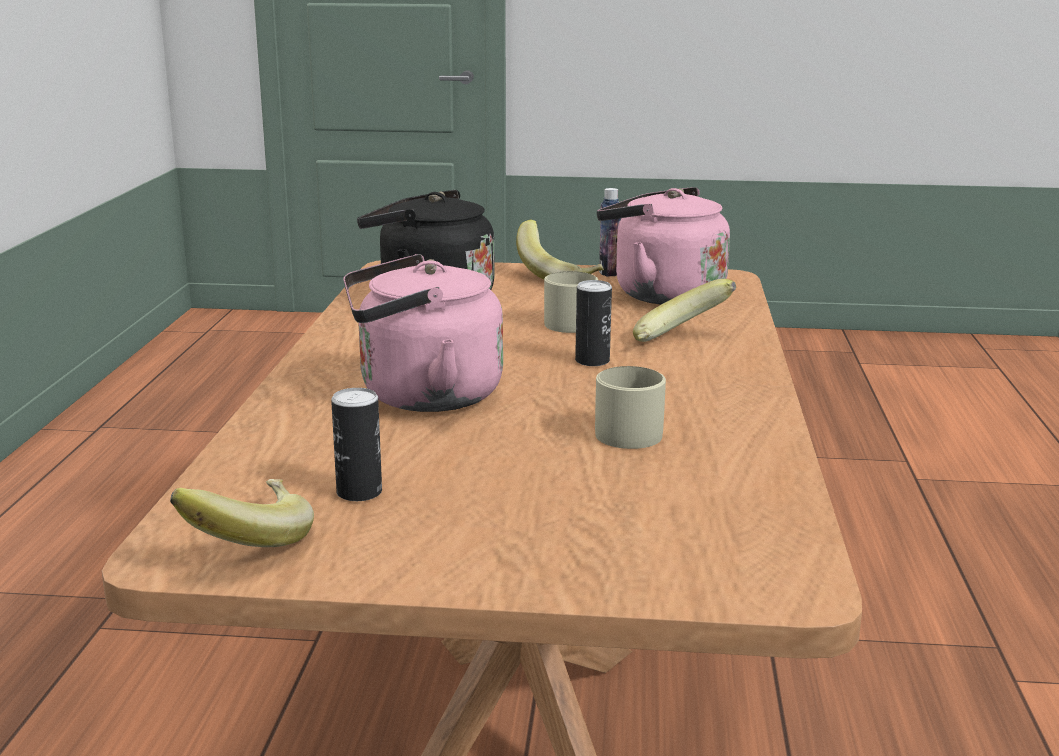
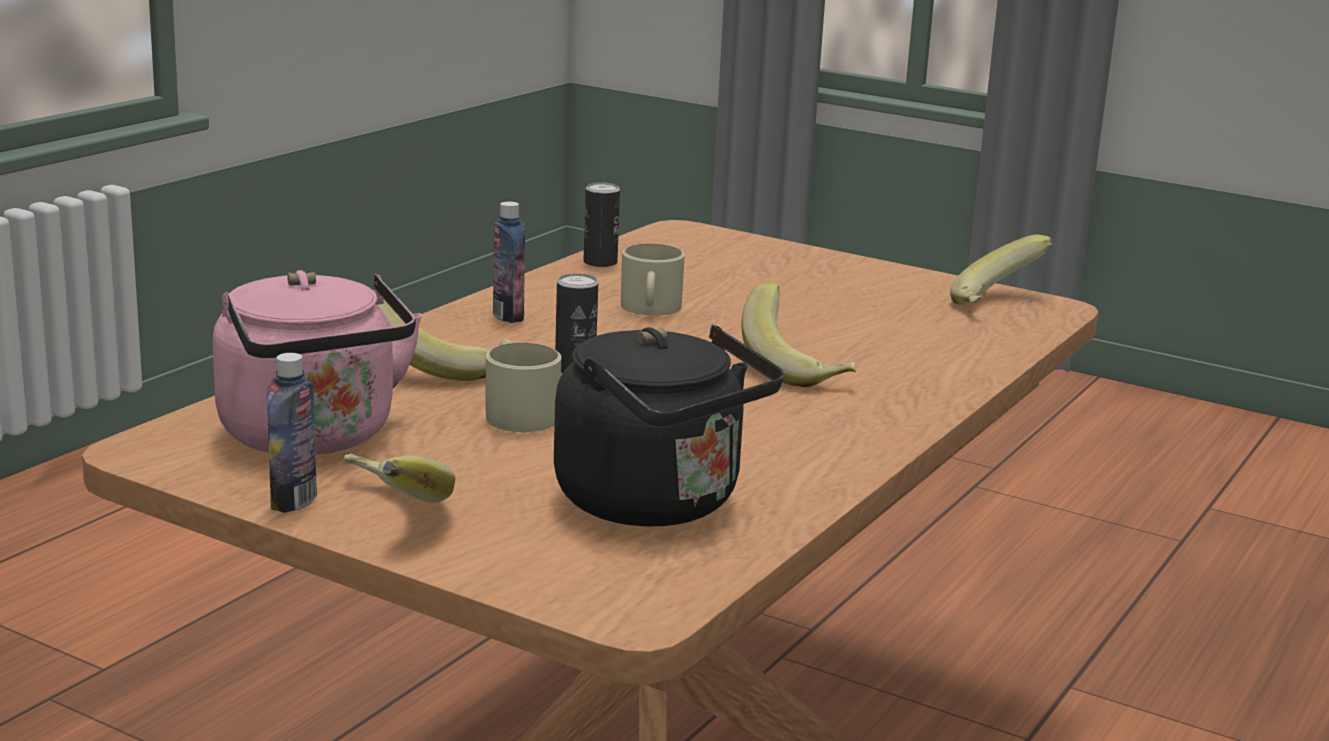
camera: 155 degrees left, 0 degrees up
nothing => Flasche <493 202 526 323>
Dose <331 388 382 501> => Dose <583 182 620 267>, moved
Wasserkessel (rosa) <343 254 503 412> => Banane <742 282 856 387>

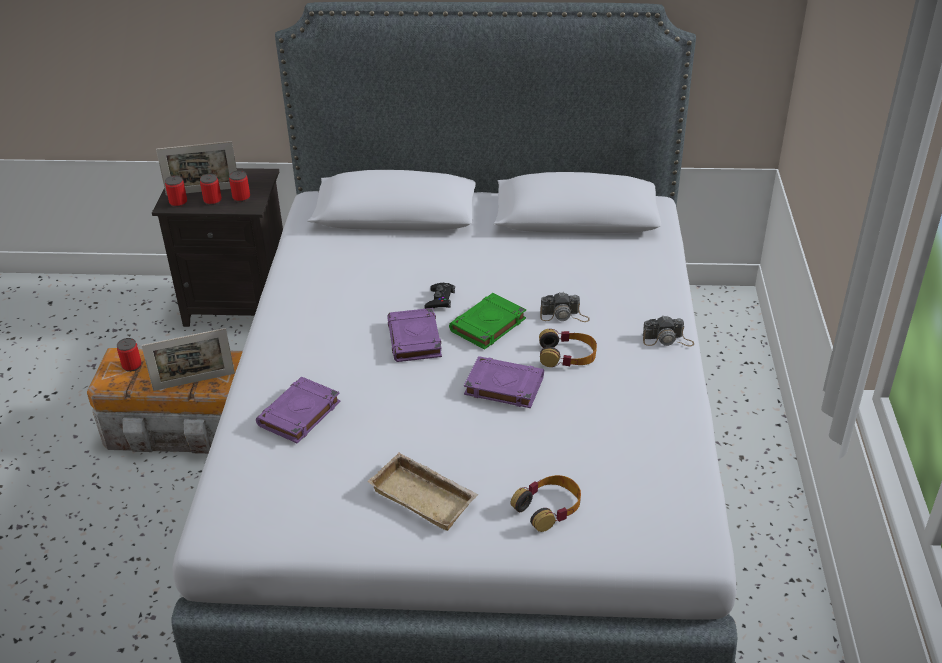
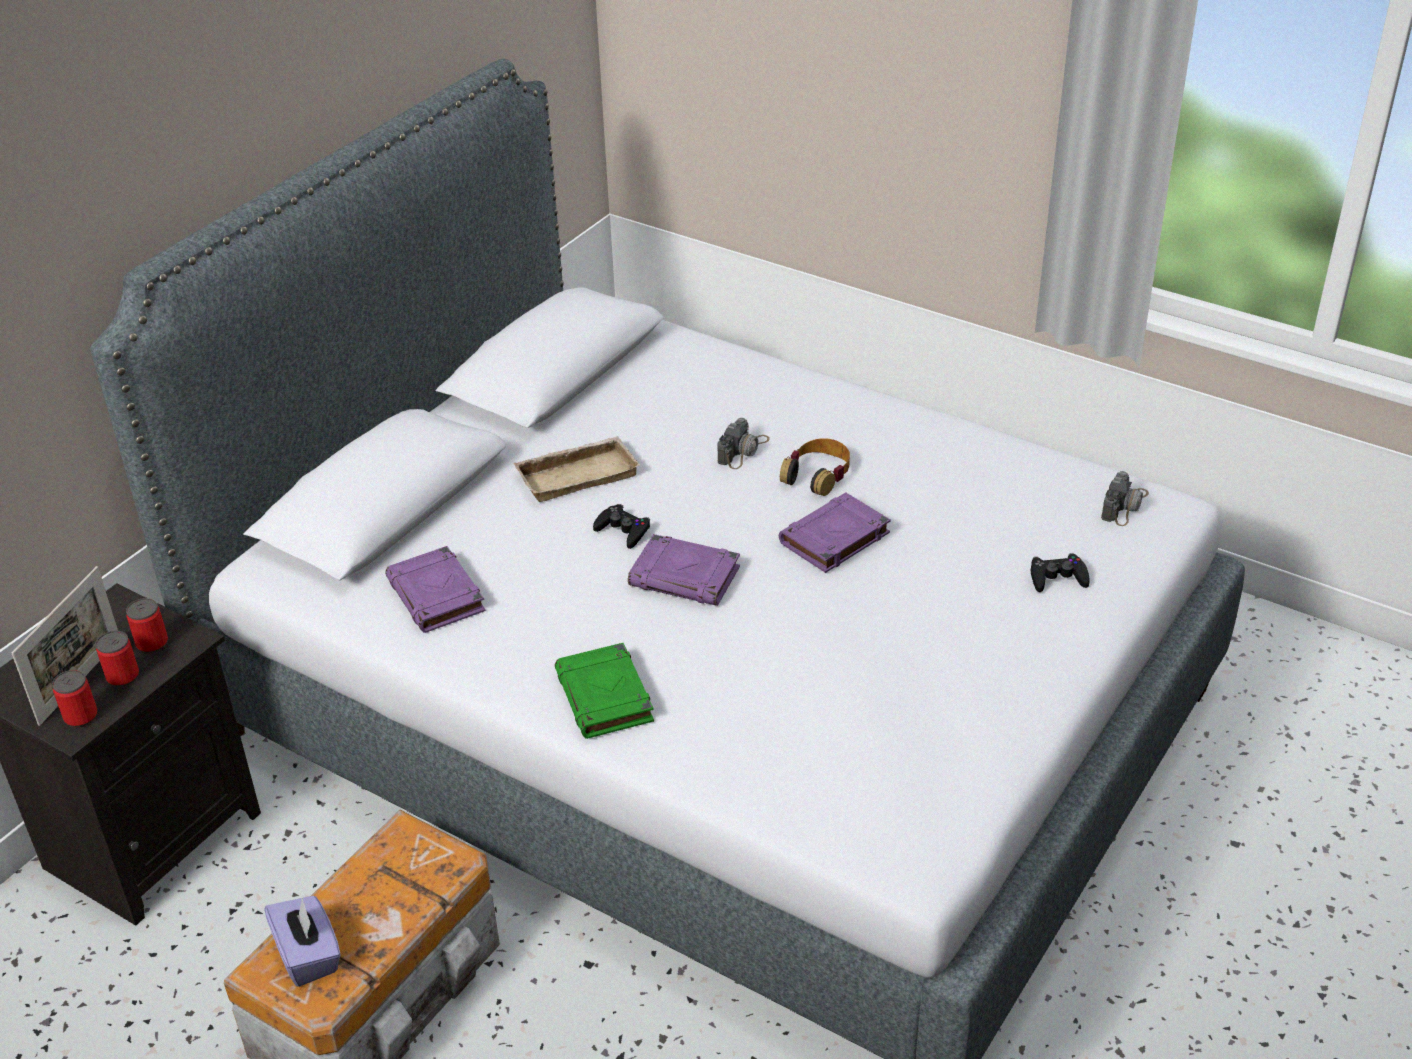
camera: 60 degrees left, 0 degrees up
Bilderrahmen <141 328 235 391> => nothing
Buch (lila) <256 377 340 444> => Buch (lila) <385 546 486 633>, moved
Tablett (beige) <367 453 478 531> => Tablett (beige) <513 436 640 502>, moved
Buch (grün) <449 293 526 350> => Buch (grün) <555 643 654 739>, moved
Kamera <643 315 694 347> => Kamera <1101 471 1149 526>, moved
Dose <117 338 142 372> => Taschentuchbox (lila) <264 896 341 987>
Kopfhörer <511 475 581 532> => Gamepad (schwarz) <1031 553 1090 592>

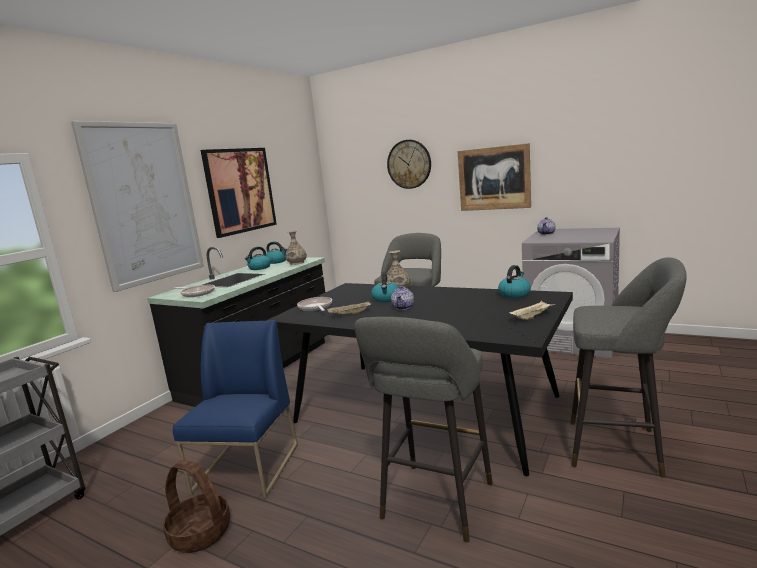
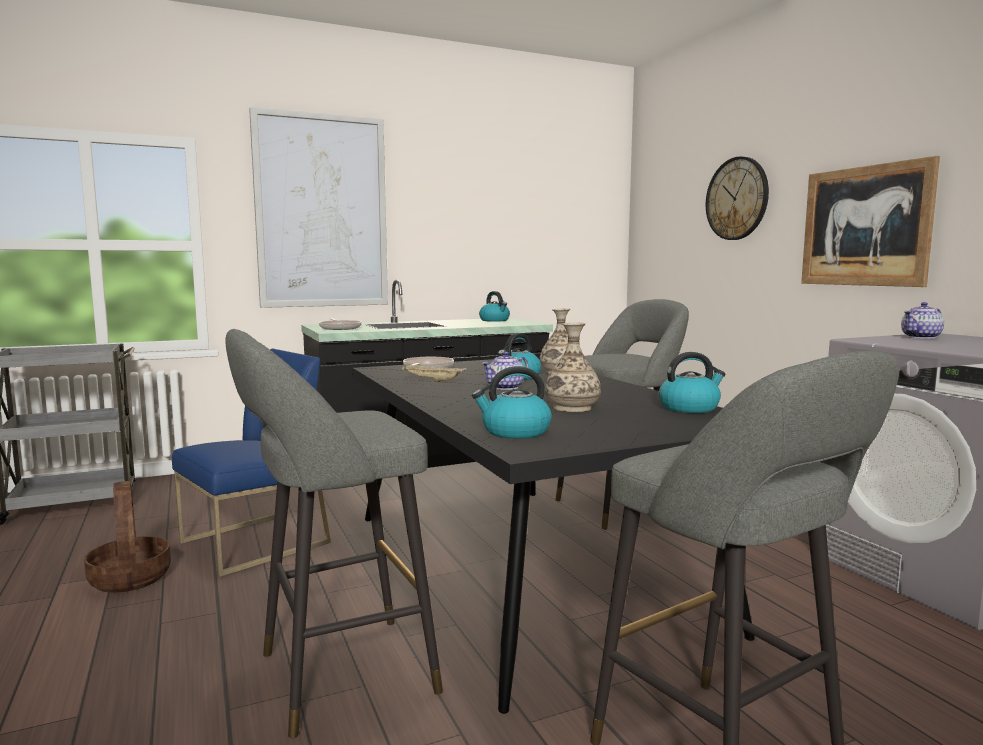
camera: 35 degrees right, 5 degrees down
Bild <201 148 277 238> => nothing
Tablett (beige) <509 301 555 320> => nothing
Wasserkessel <245 247 271 270> => Wasserkessel <472 366 552 439>, moved
Vase <285 231 307 265> => Vase <545 323 601 412>, moved

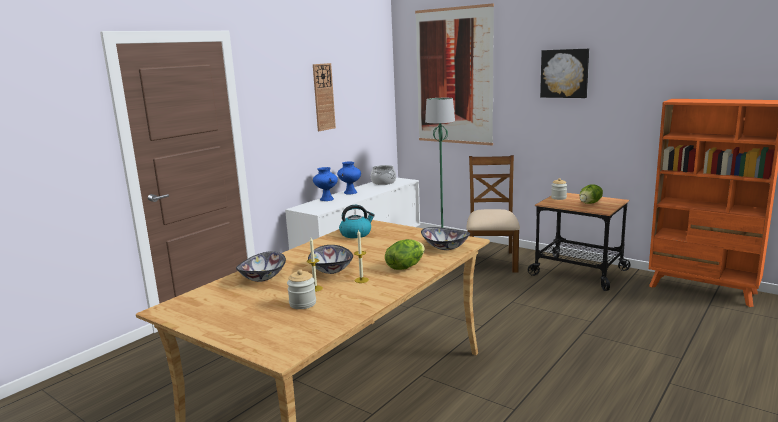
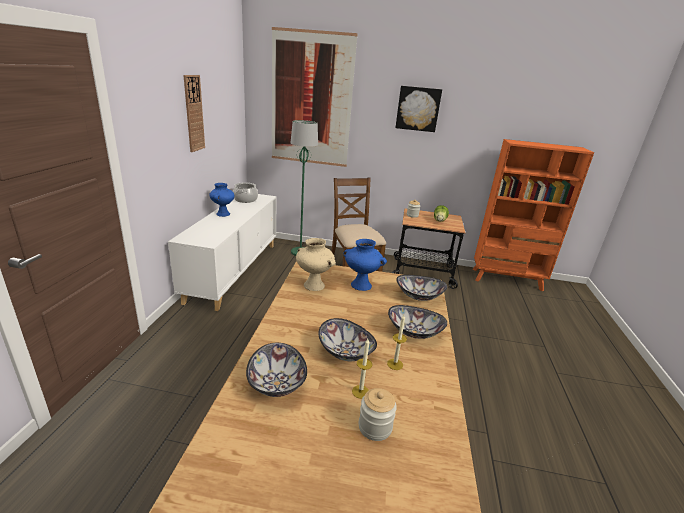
camera: 30 degrees left, 10 degrees up
Vase (blau) <313 167 338 201> => Vase (blau) <343 239 387 291>, moved
Wasserkessel <339 205 375 238> => Vase (beige) <296 238 336 291>
Salatkopf <385 239 425 270> => Schüssel <388 305 447 339>

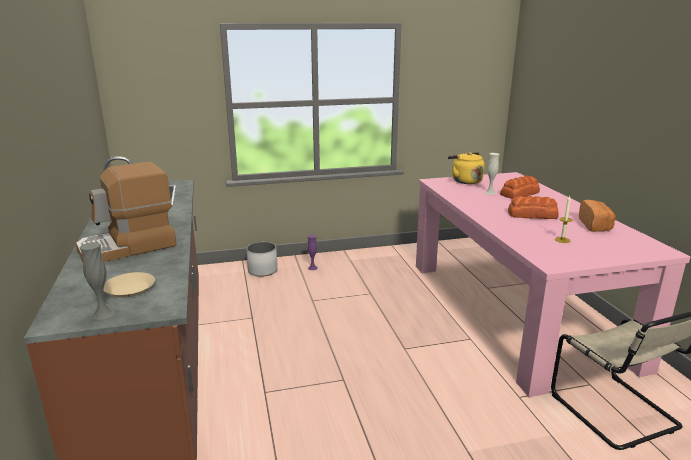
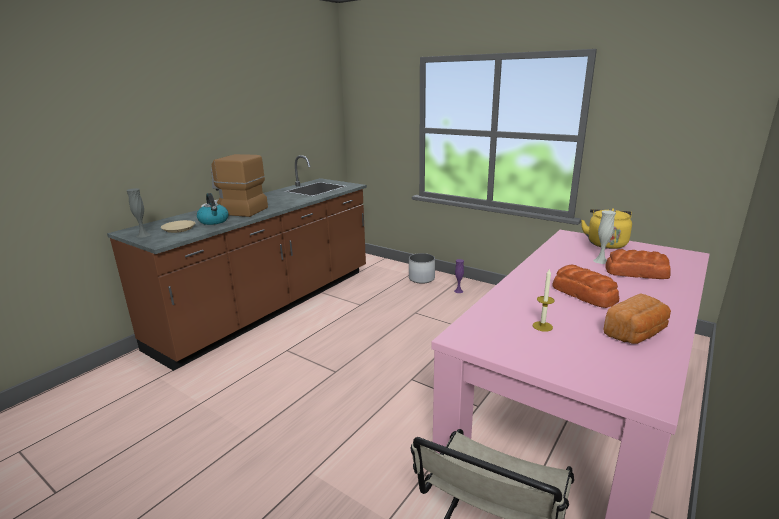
camera: 50 degrees right, 0 degrees up
nothing => Wasserkessel <197 193 229 225>

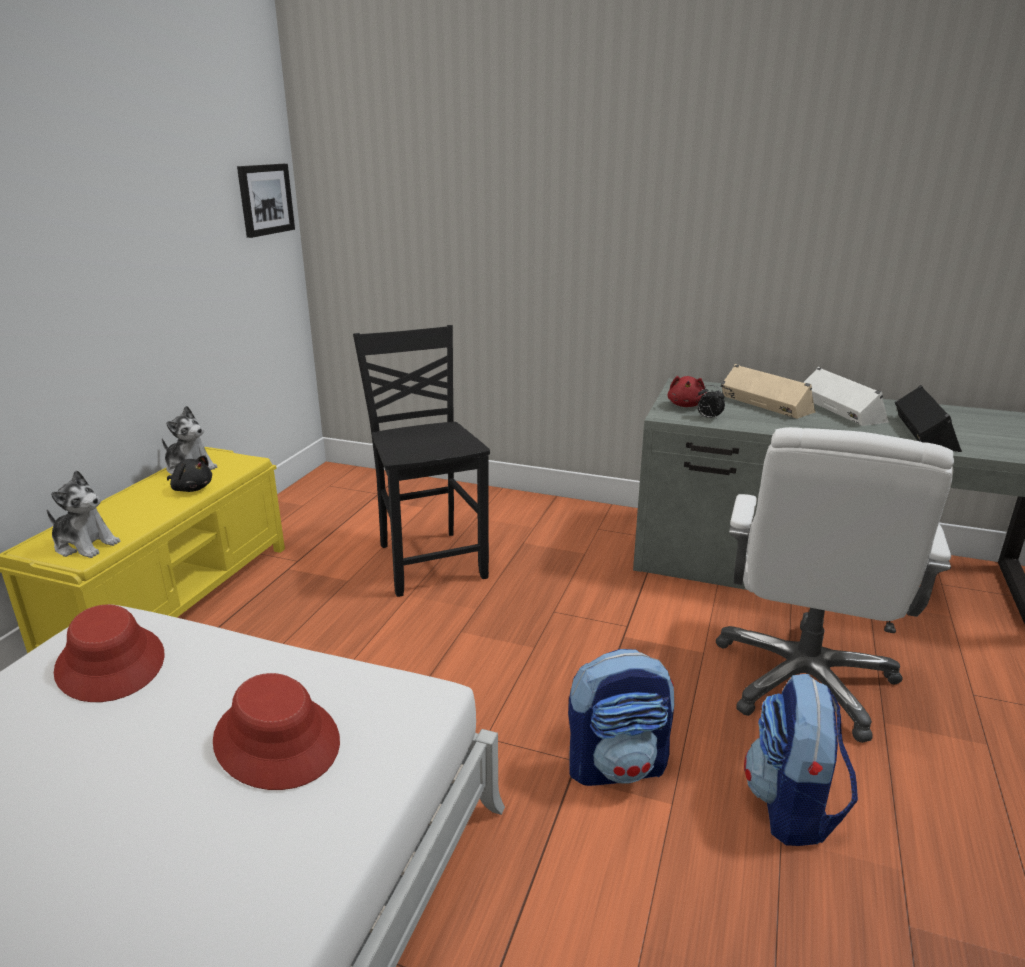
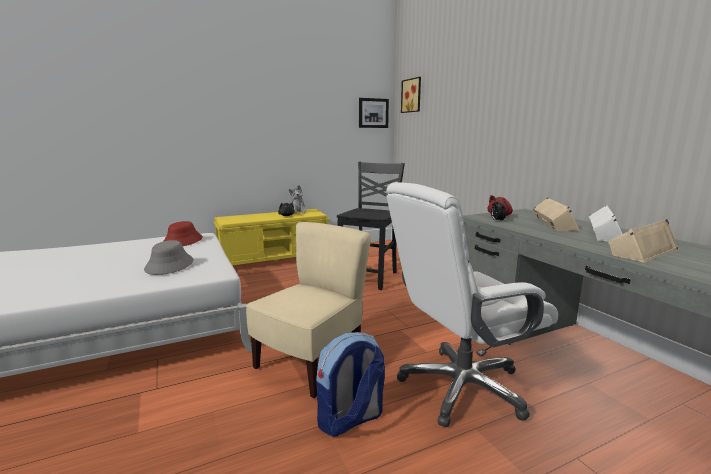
camera: 45 degrees right, 10 degrees down
Plüschtier <47 470 120 558> => nothing
nothing => Bild <401 77 421 113>
Rucksack <568 649 674 786> => Stuhl (beige) <246 222 371 398>
Hut (rot) <213 673 340 790> => Hut (grau) <144 240 193 275>
Lautsprecher (schwarz) <895 385 962 452> => Lautsprecher (beige) <608 219 679 263>

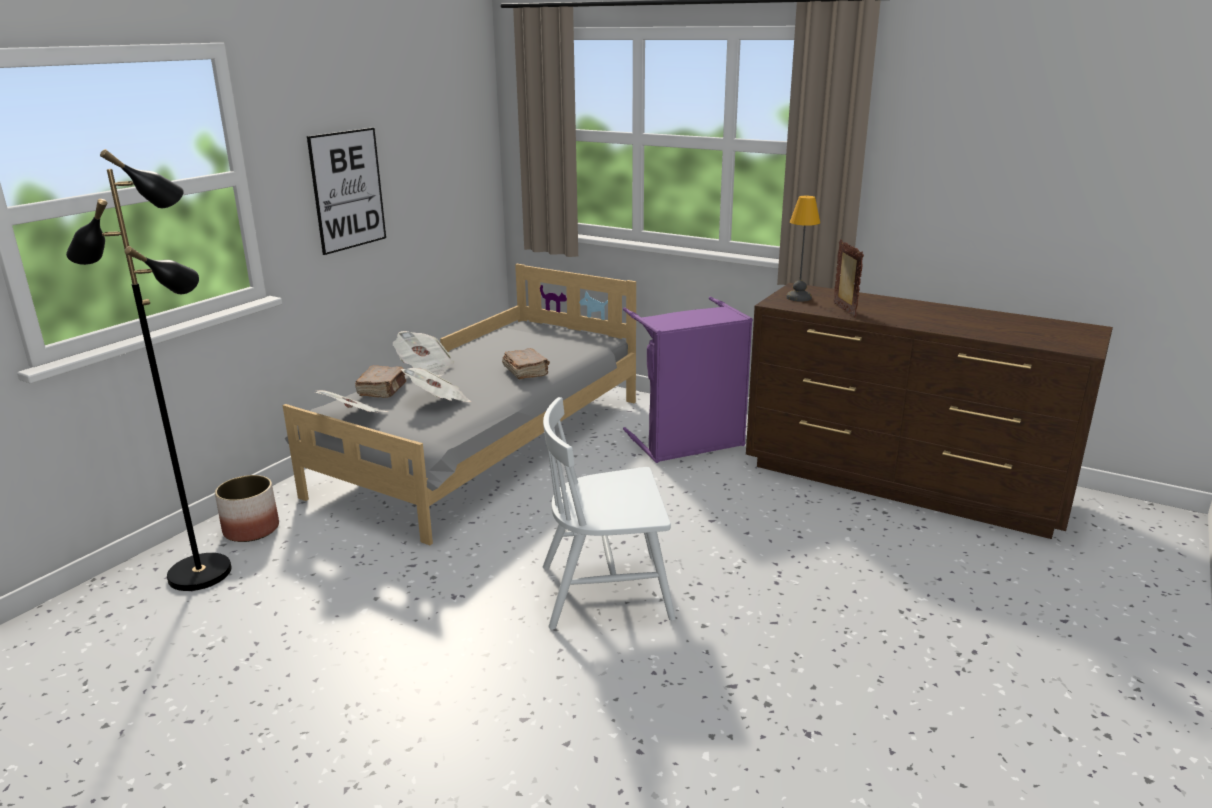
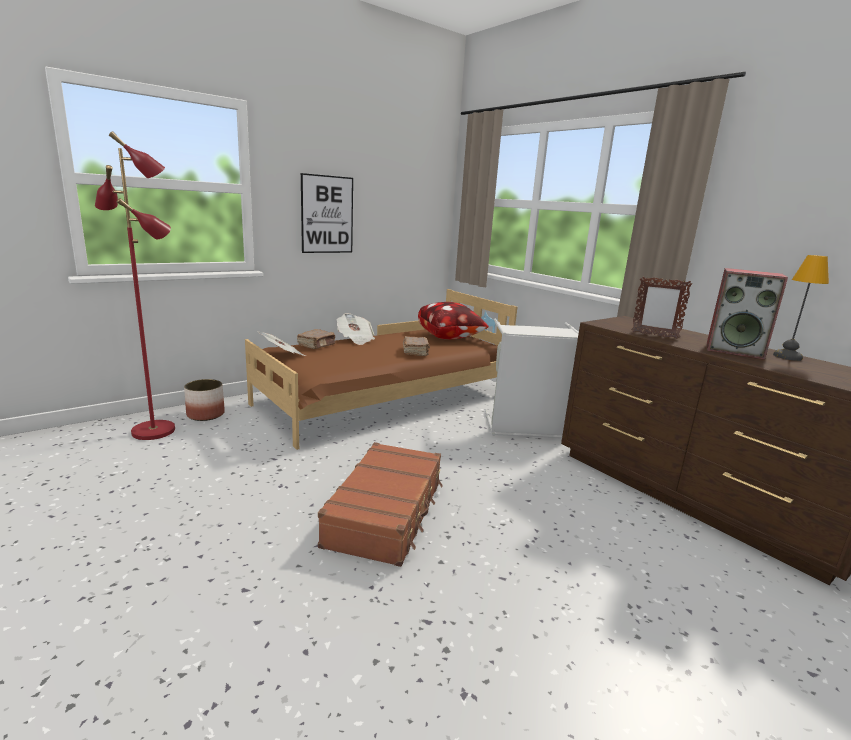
camera: 20 degrees right, 5 degrees down
Zeitung <401 368 471 402> => nothing
nothing => Kissen <418 302 489 339>
nothing => Lautsprecher <707 268 788 360>
Tischlampe <786 196 820 302> => Tischlampe <773 255 829 361>, moved
Stuhl (weiß) <543 397 676 630> => Koffer (braun) <318 442 443 567>
Stehlampe (schwarz) <66 149 232 591> => Stehlampe (rot) <95 131 175 440>
Bett (grau) <283 264 636 545> => Bett (braun) <245 289 517 450>
Wäschekorb (lila) <623 297 753 463> => Wäschekorb (grau) <484 318 579 439>
Bilderrahmen <833 239 864 318> => Bilderrahmen <631 277 692 339>, 105 degrees clockwise

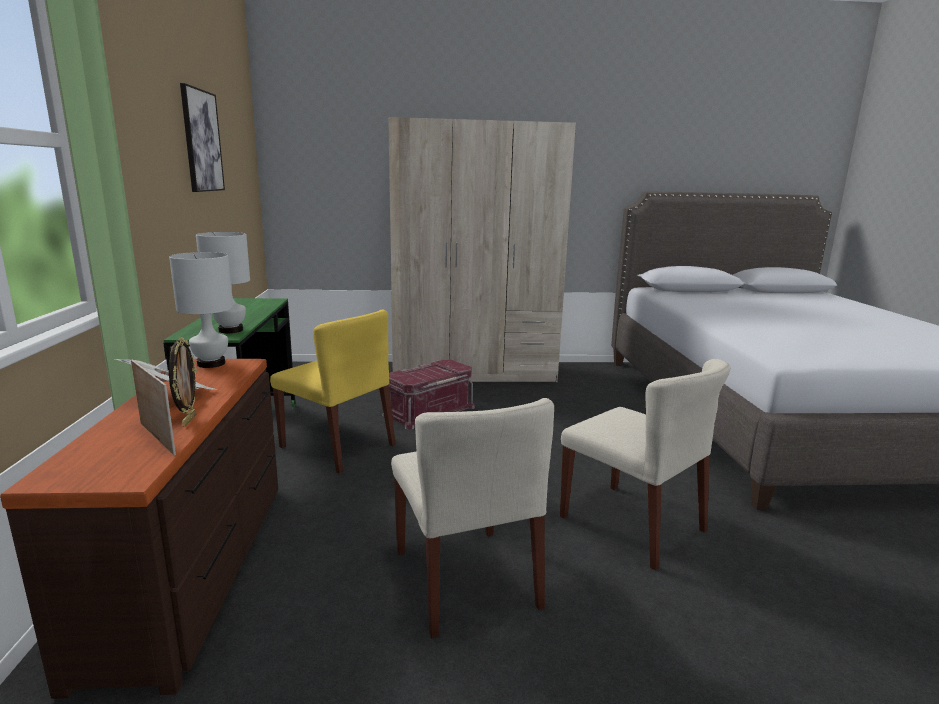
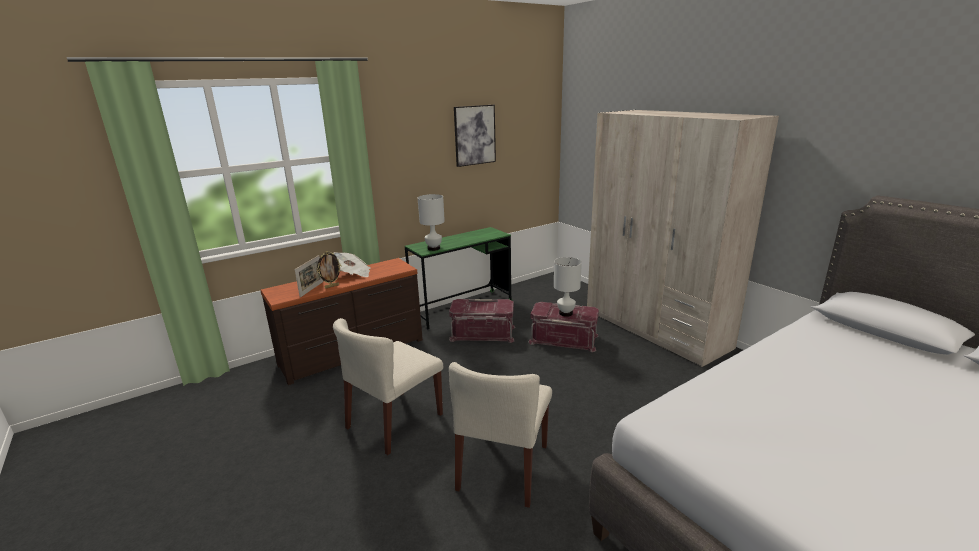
camera: 60 degrees right, 5 degrees up
Tischlampe (weiß) <169 252 233 368> => Tischlampe (weiß) <554 257 582 317>, moved
Stuhl (gelb) <270 310 396 474> => Aufbewahrungsbox (rot) <449 299 515 343>

